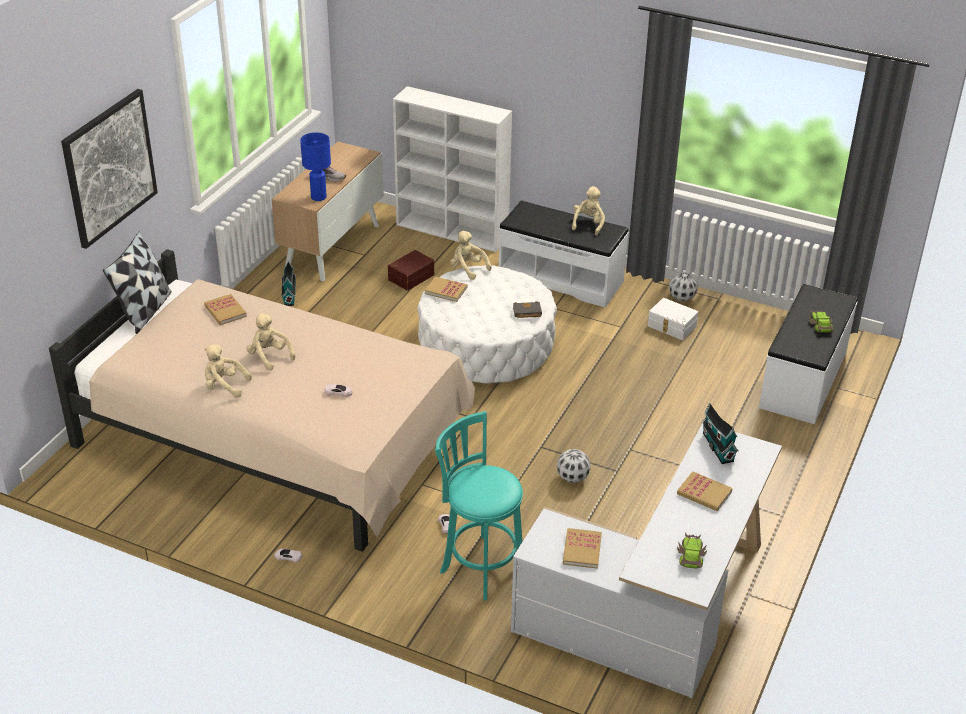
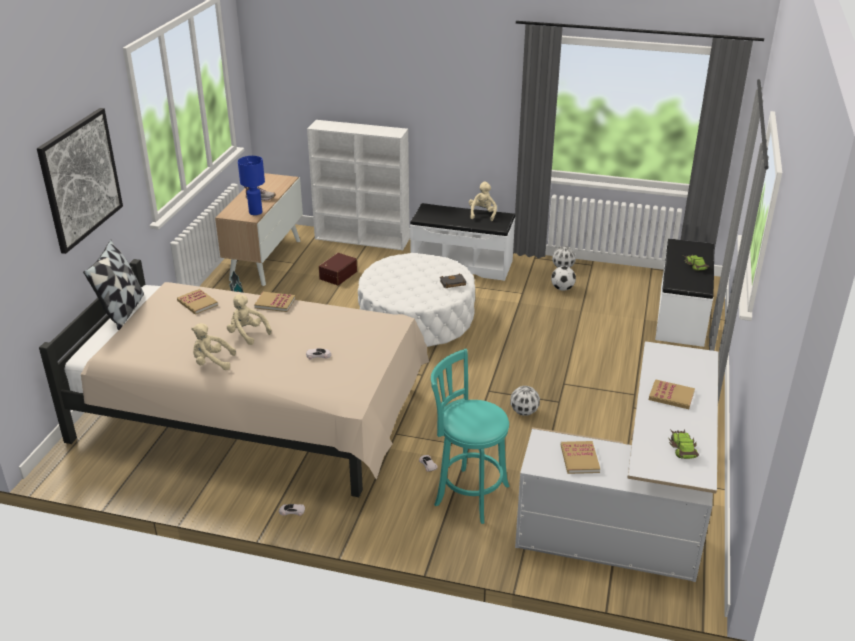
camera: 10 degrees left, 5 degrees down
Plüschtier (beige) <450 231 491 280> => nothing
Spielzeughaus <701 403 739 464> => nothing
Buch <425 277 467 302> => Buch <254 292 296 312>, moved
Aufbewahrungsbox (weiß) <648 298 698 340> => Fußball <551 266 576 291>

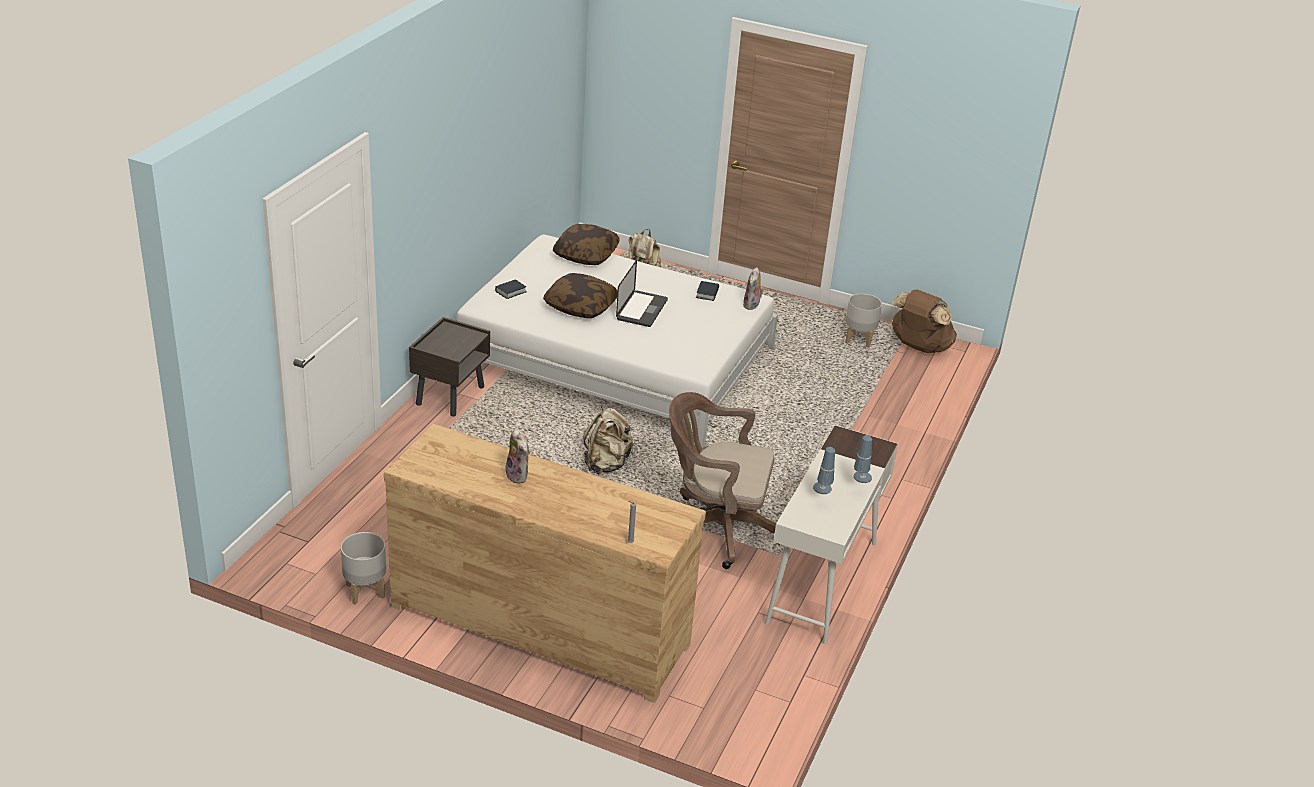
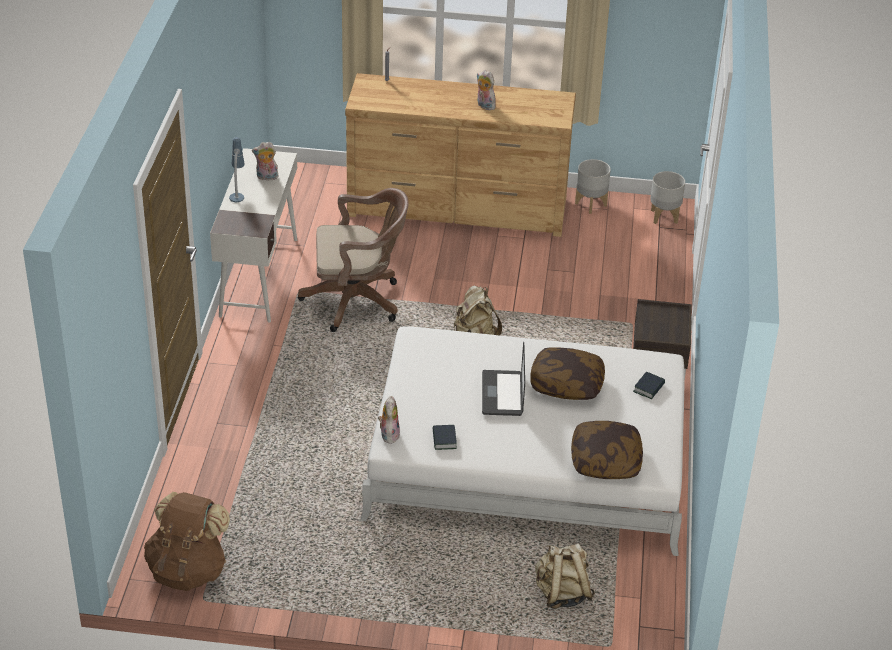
camera: 165 degrees right, 5 degrees up
Pflanzkübel (grau) <845 293 882 348> => Pflanzkübel (grau) <650 171 685 224>, moved
Tischlampe <813 447 835 494> => Plüschtier <252 142 278 180>

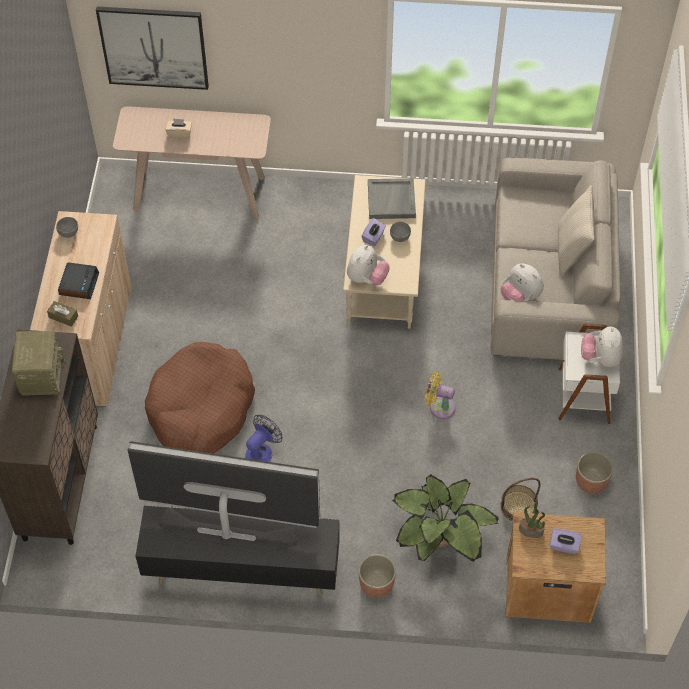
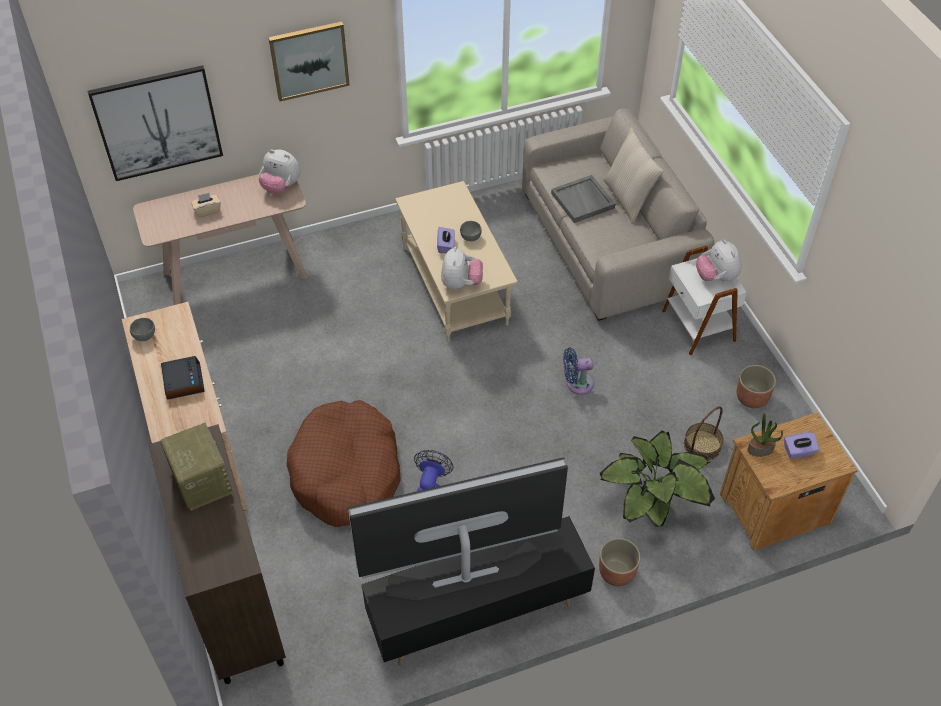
camera: 25 degrees left, 5 degrees down
Taschentuchbox (braun) <47 301 78 327> => nothing
nothing => Bild <268 21 350 101>
Tablett (grau) <368 178 416 219> => Tablett (grau) <551 175 615 223>, moved
Plüschtier <501 263 544 302> => Plüschtier <259 149 301 194>, moved
Ventilator (gelb) <425 372 456 419> => Ventilator (blau) <563 347 594 394>

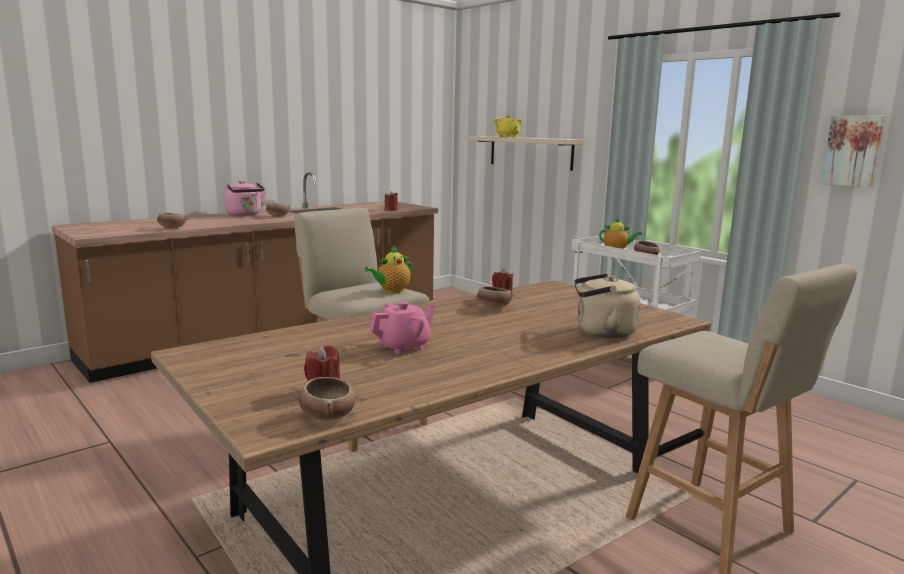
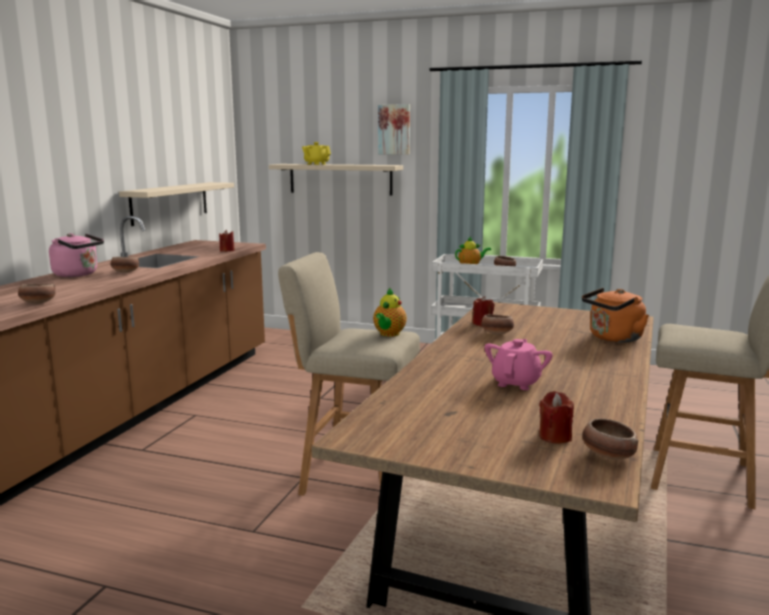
camera: 30 degrees left, 0 degrees up
nothing => Wandregal (beige) <119 182 234 226>
Bild <821 115 885 188> => Bild <378 104 410 155>, moved
Wasserkessel (beige) <574 274 640 338> => Wasserkessel (orange) <582 288 649 343>

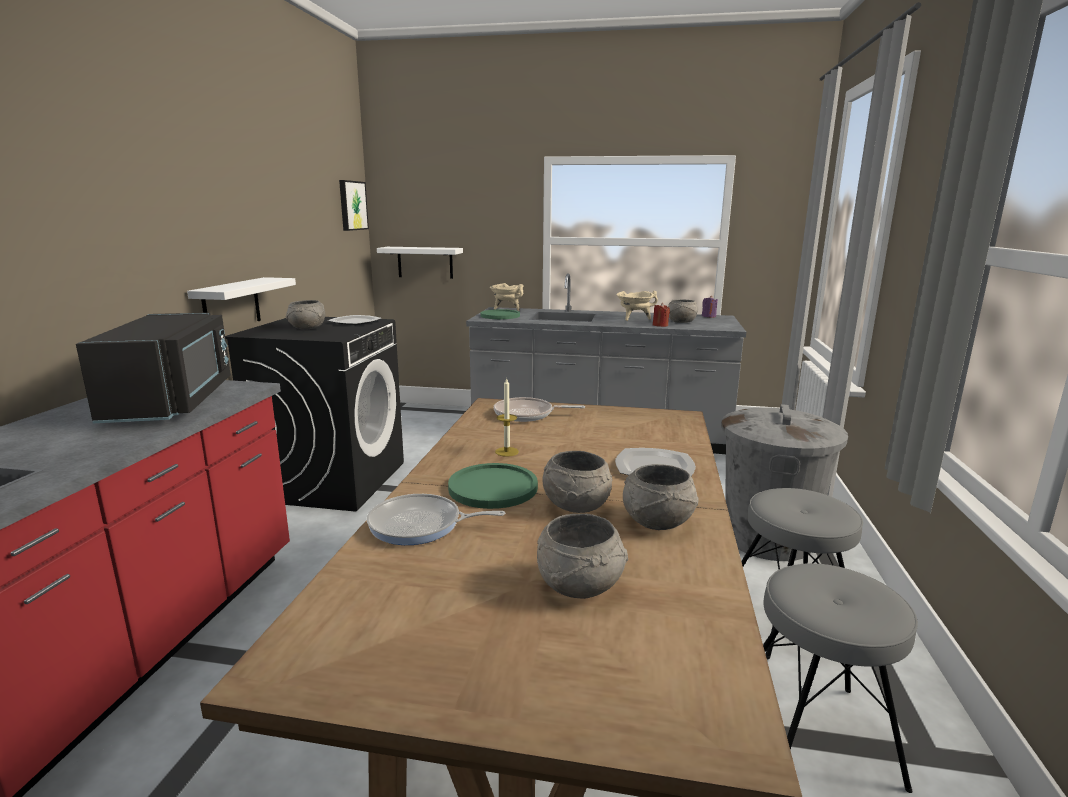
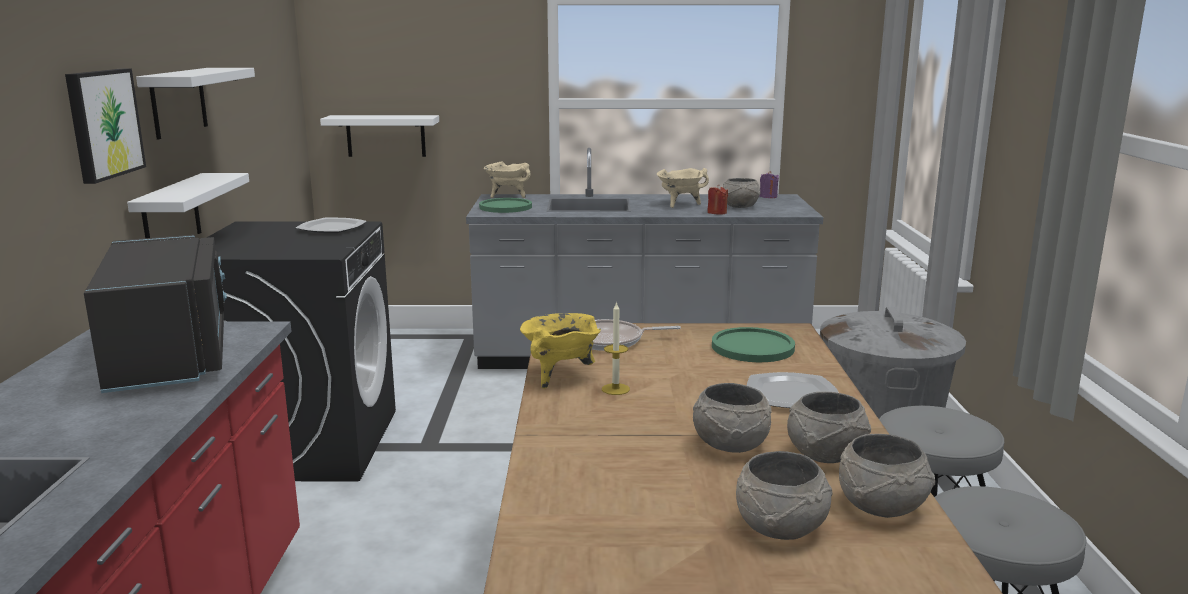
camera: 10 degrees left, 0 degrees up
Pfanne <367 494 505 545> => nothing
nothing => Wandregal (weiß) <136 68 255 139>
nothing => Kochtopf (gelb) <520 313 601 389>
Schüssel (grau) <286 300 325 330> => Schüssel (grau) <839 434 935 518>, moved
Bild <339 180 369 231> => Bild <65 69 146 184>, moved
Teller (grün) <448 463 538 509> => Teller (grün) <712 327 795 362>, moved

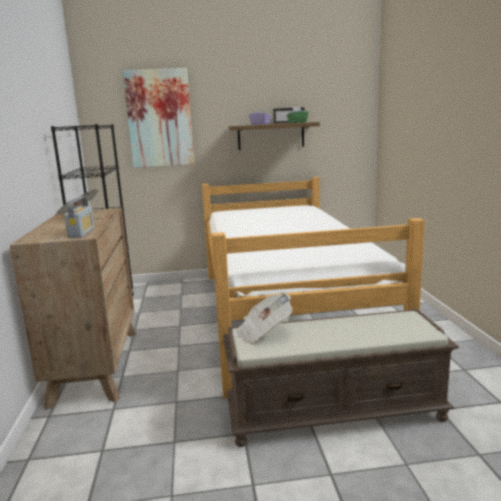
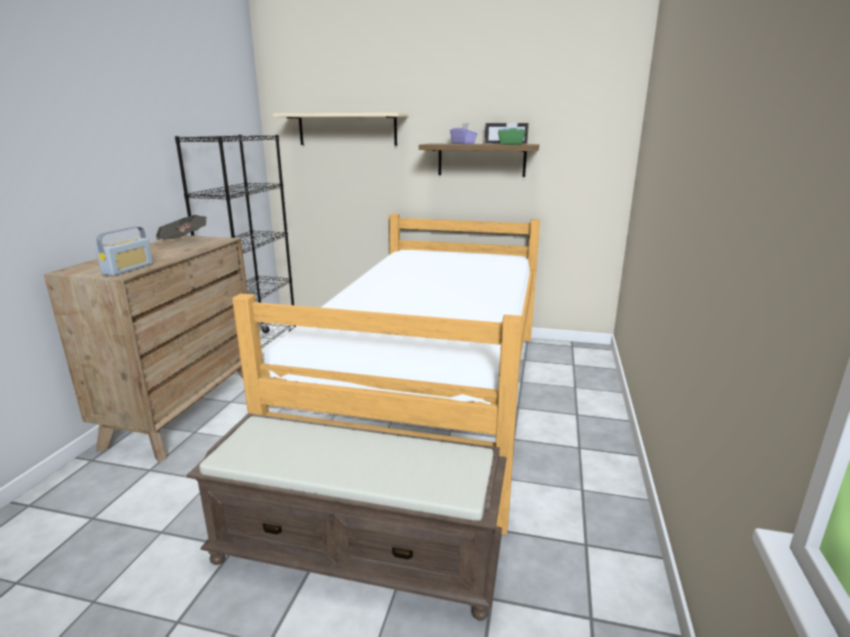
camera: 20 degrees right, 5 degrees up
Zeitung <233 294 293 342> => nothing
Bild <123 68 194 168> => Wandregal (beige) <273 113 408 146>

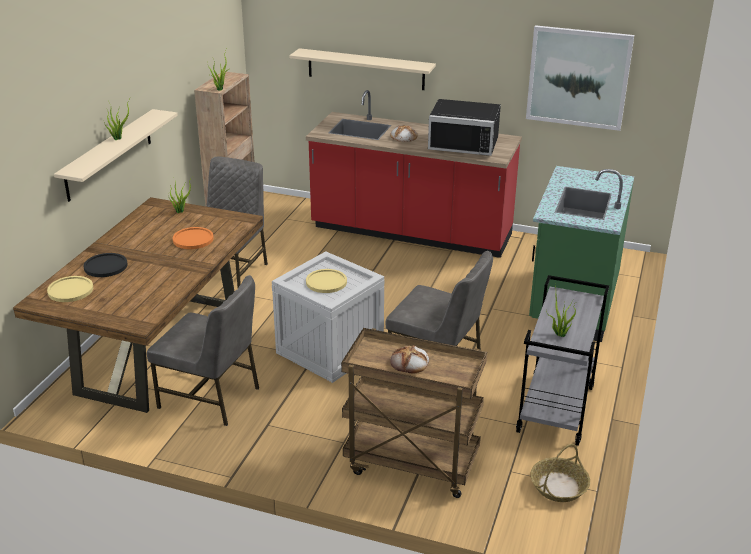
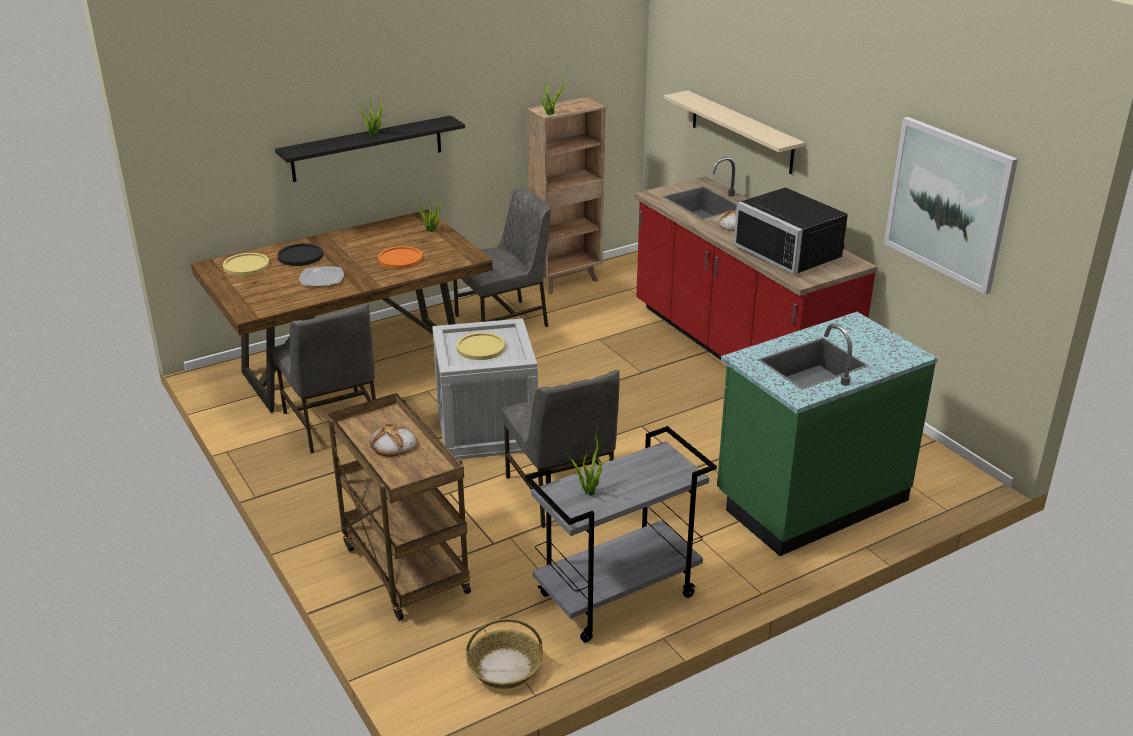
camera: 40 degrees right, 0 degrees up
nothing => Teller <299 266 344 286>
Wandregal (beige) <54 109 178 202> => Wandregal (schwarz) <275 116 465 182>

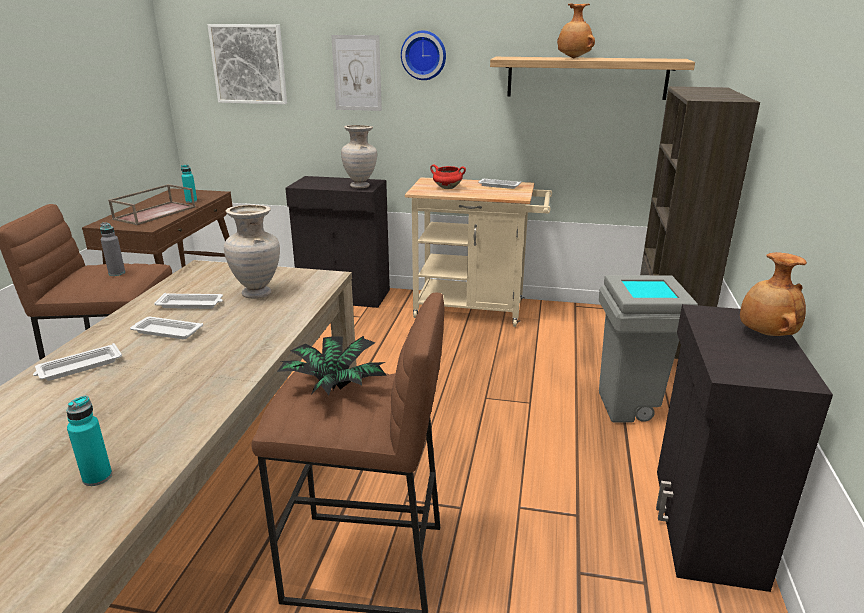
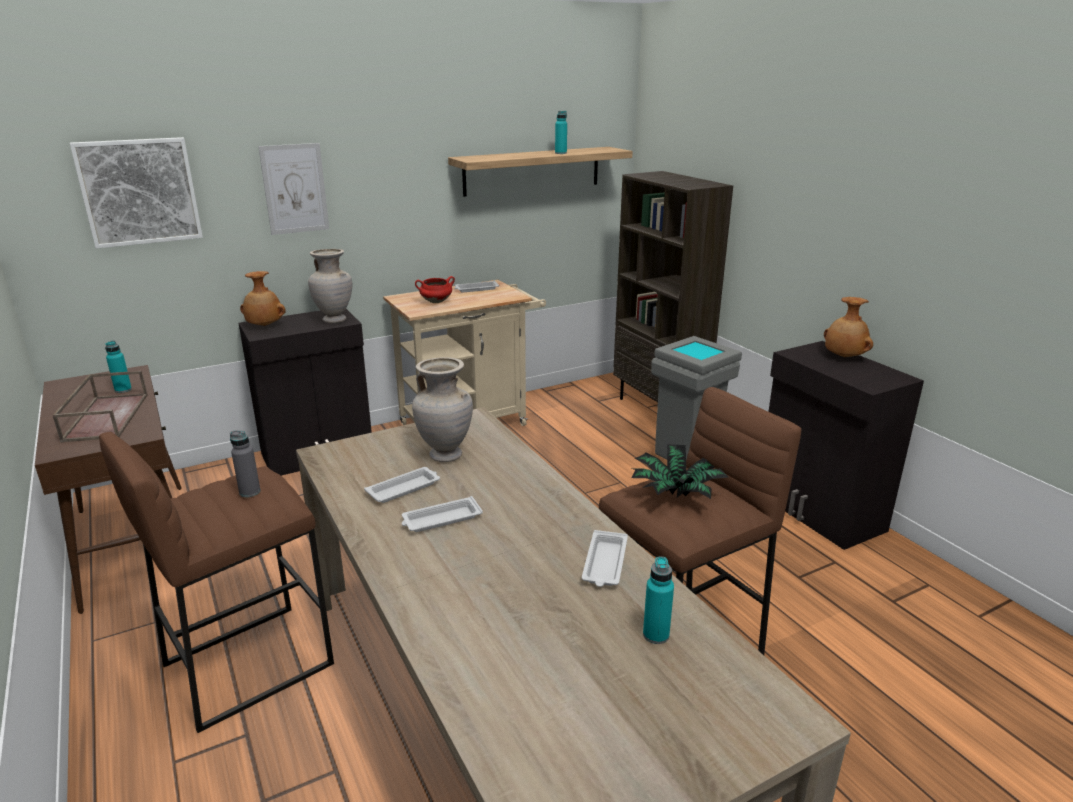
camera: 40 degrees left, 0 degrees up
Wanduhr <401 31 446 80> => nothing
nothing => Flasche (türkis) <555 111 567 154>
Tablett (weiß) <33 343 122 381> => Tablett (weiß) <582 530 628 587>, moved
Vase (braun) <557 4 595 58> => Vase (braun) <240 271 286 326>, moved

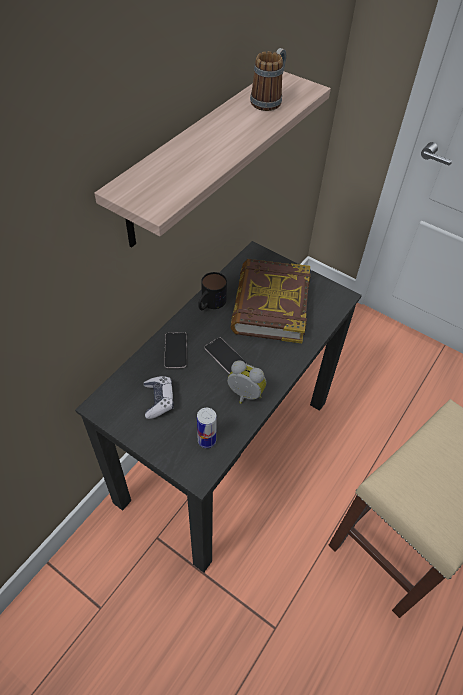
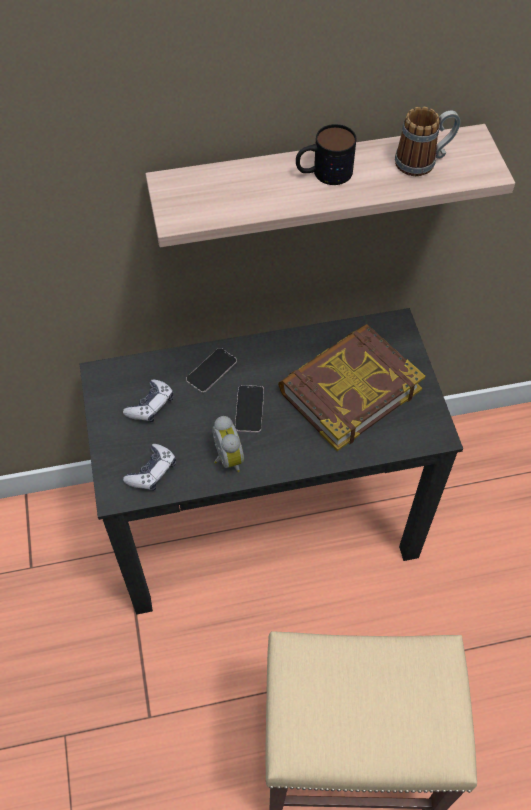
camera: 45 degrees right, 5 degrees up
Henkelbecher <198 272 227 310> => Henkelbecher <296 124 356 185>, moved
Dose <197 408 217 448> => Gamepad <123 444 176 491>

